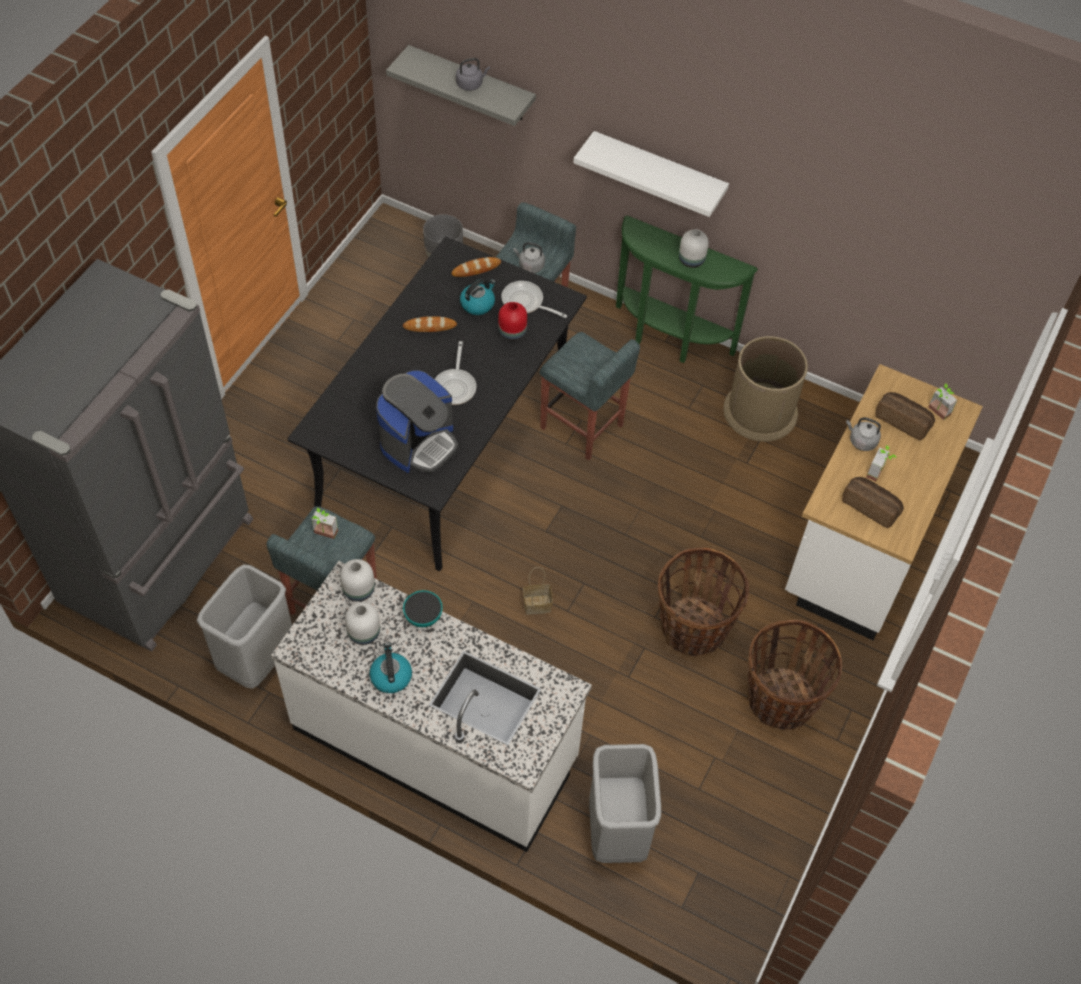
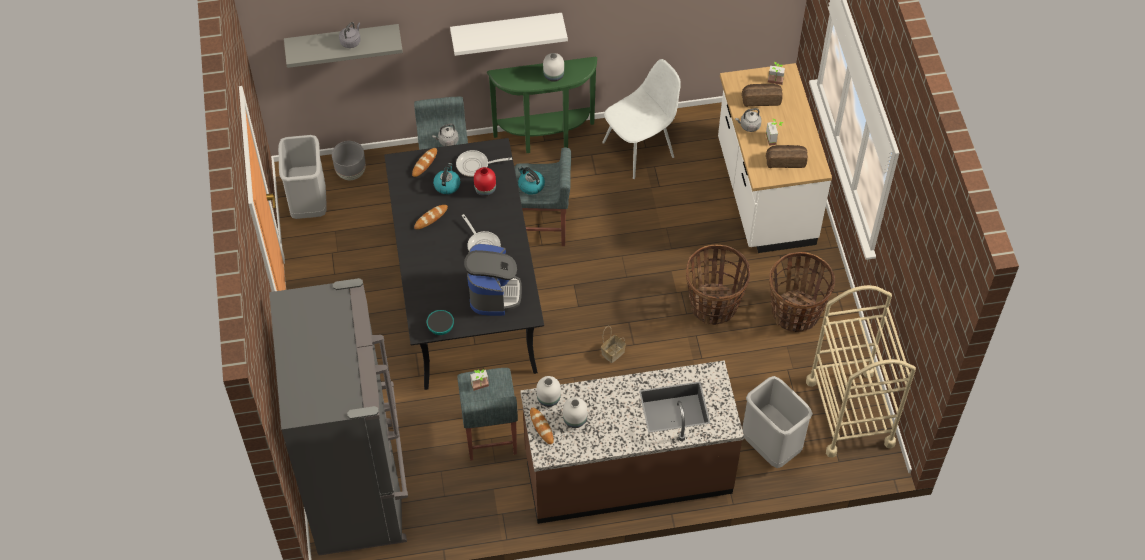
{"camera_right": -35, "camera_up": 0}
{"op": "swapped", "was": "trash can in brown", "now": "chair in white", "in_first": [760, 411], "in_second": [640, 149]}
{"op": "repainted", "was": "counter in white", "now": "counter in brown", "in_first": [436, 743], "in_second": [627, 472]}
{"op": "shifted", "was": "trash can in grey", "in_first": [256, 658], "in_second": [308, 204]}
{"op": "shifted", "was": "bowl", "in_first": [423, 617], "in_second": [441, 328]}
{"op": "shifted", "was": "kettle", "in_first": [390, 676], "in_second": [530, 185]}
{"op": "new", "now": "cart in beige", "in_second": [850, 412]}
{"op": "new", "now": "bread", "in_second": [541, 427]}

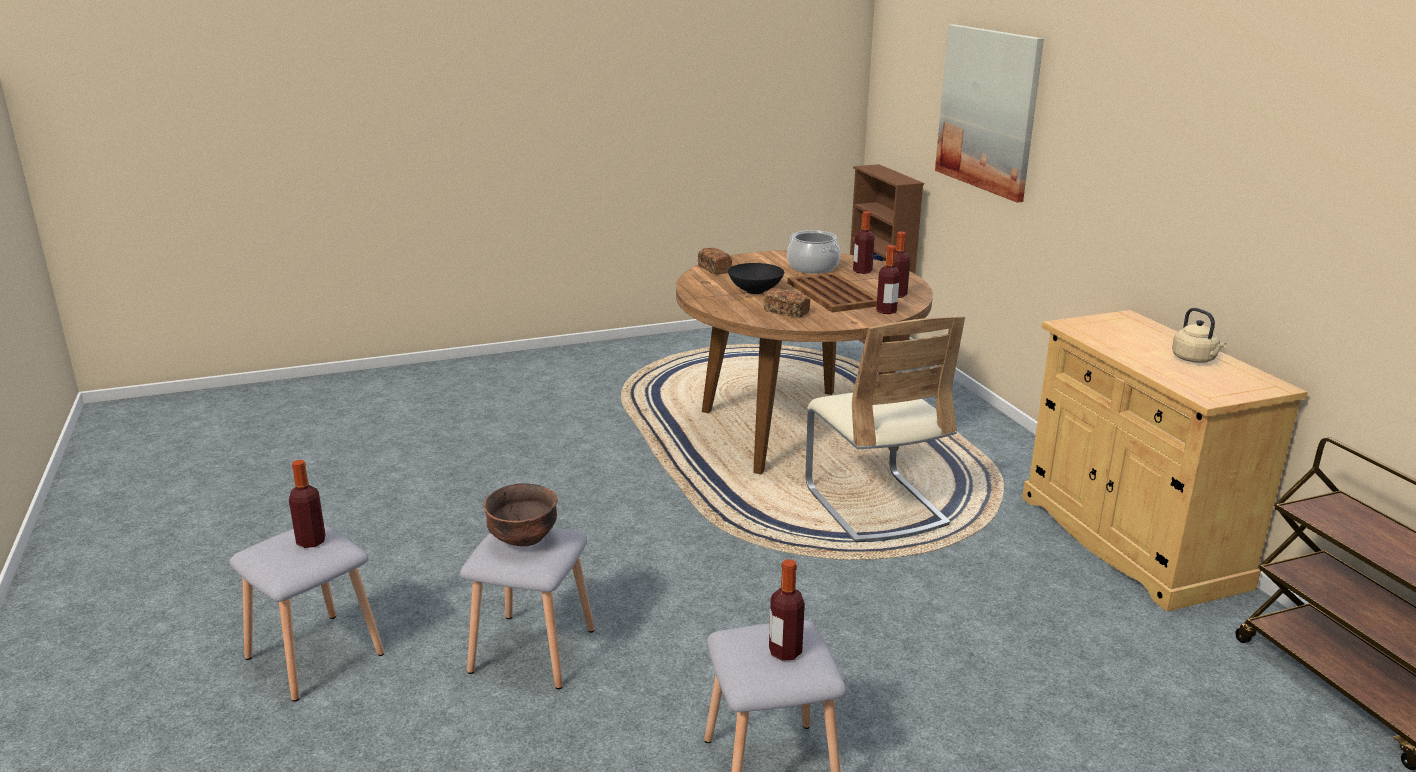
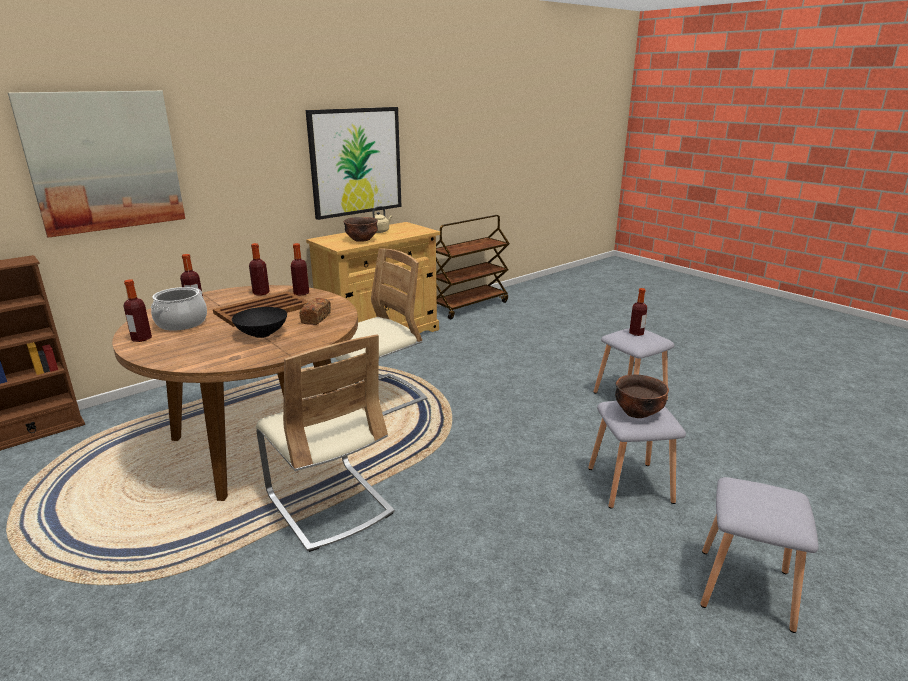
{"camera_right": -110, "camera_up": 0}
{"op": "gone", "was": "bread", "in_first": [714, 269]}
{"op": "shifted", "was": "bottle", "in_first": [311, 541], "in_second": [141, 338]}
{"op": "new", "now": "picture", "in_second": [356, 162]}
{"op": "new", "now": "bowl in brown", "in_second": [362, 240]}
{"op": "new", "now": "chair in beige", "in_second": [329, 504]}

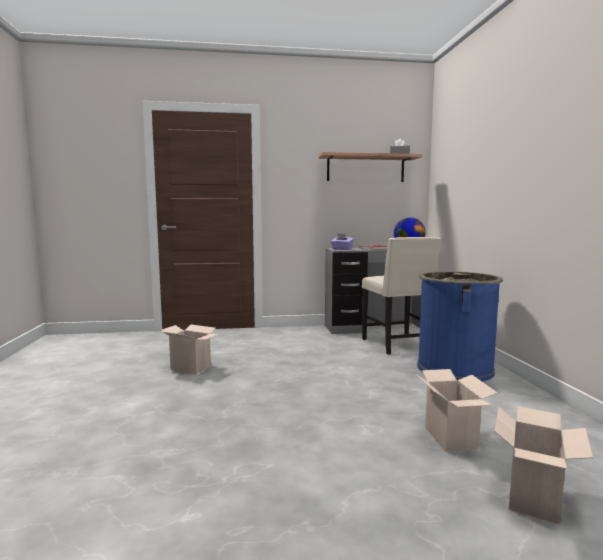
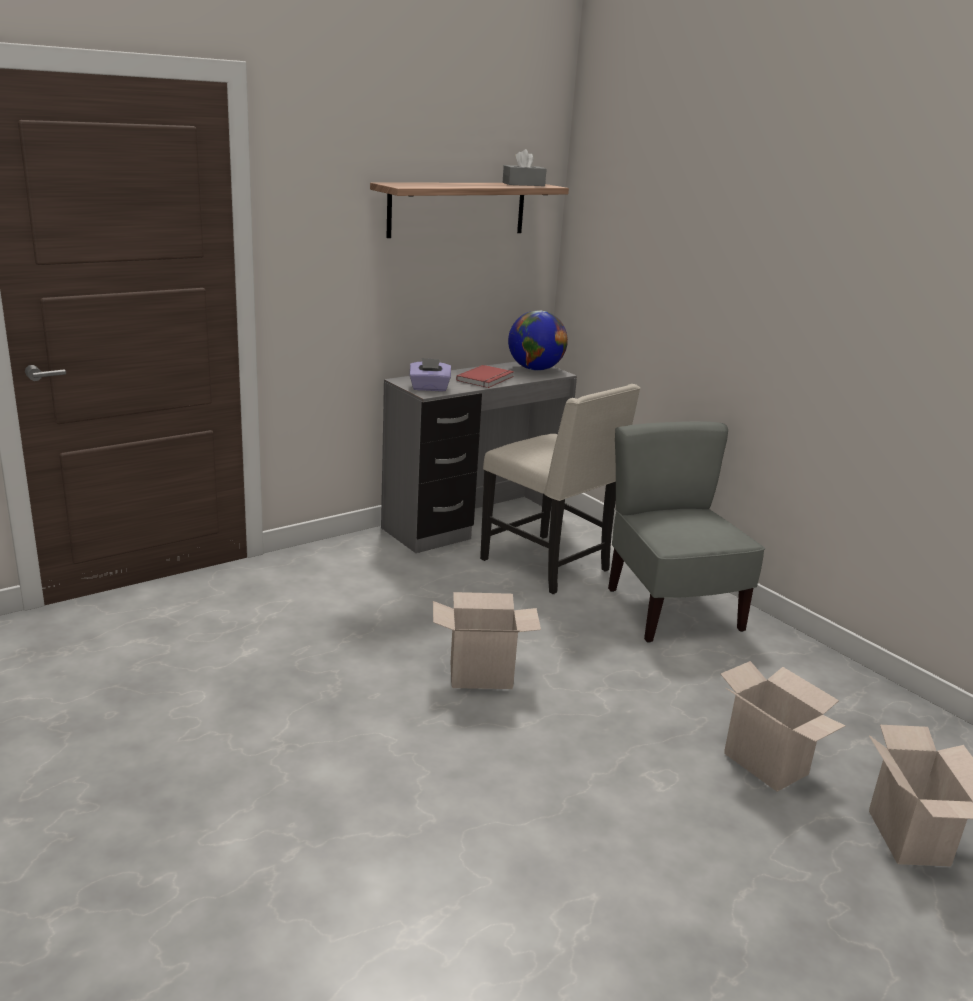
{"camera_right": -30, "camera_up": 15}
{"op": "swapped", "was": "trash can in blue", "now": "chair in grey", "in_first": [454, 368], "in_second": [671, 610]}
{"op": "shifted", "was": "cardboard box", "in_first": [192, 368], "in_second": [483, 675]}

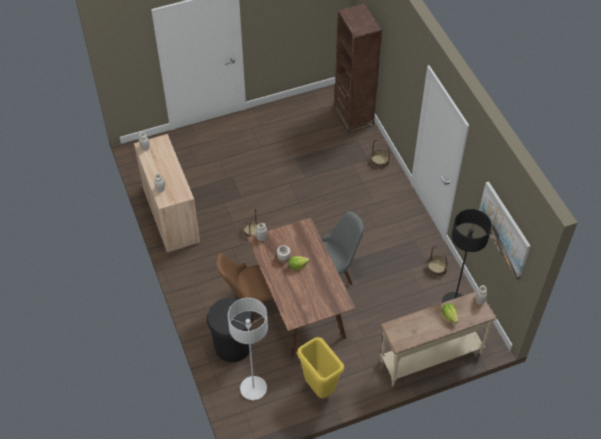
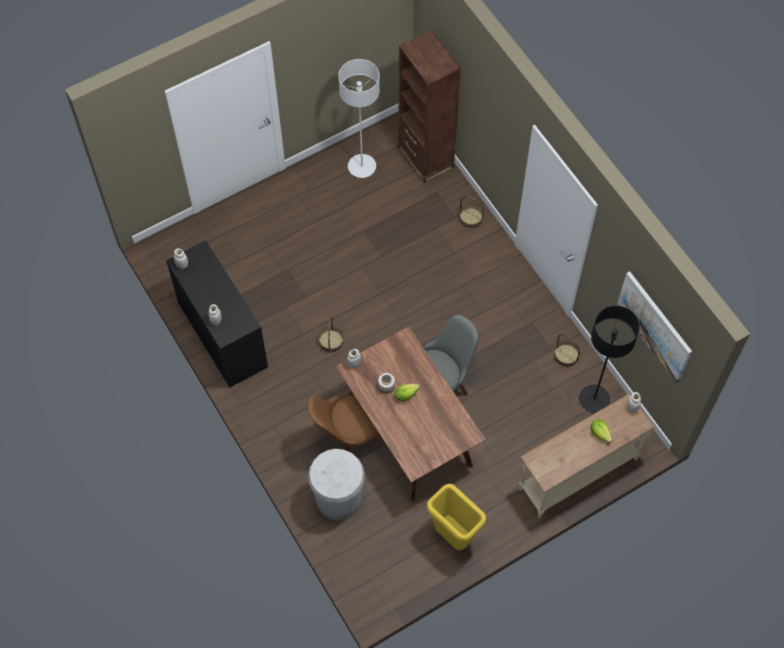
{"camera_right": -10, "camera_up": 10}
{"op": "repainted", "was": "cabinet in beige", "now": "cabinet in black", "in_first": [171, 215], "in_second": [223, 335]}
{"op": "repainted", "was": "trash can in black", "now": "trash can in white", "in_first": [232, 346], "in_second": [338, 499]}
{"op": "shifted", "was": "floor lamp in grey", "in_first": [253, 388], "in_second": [362, 166]}

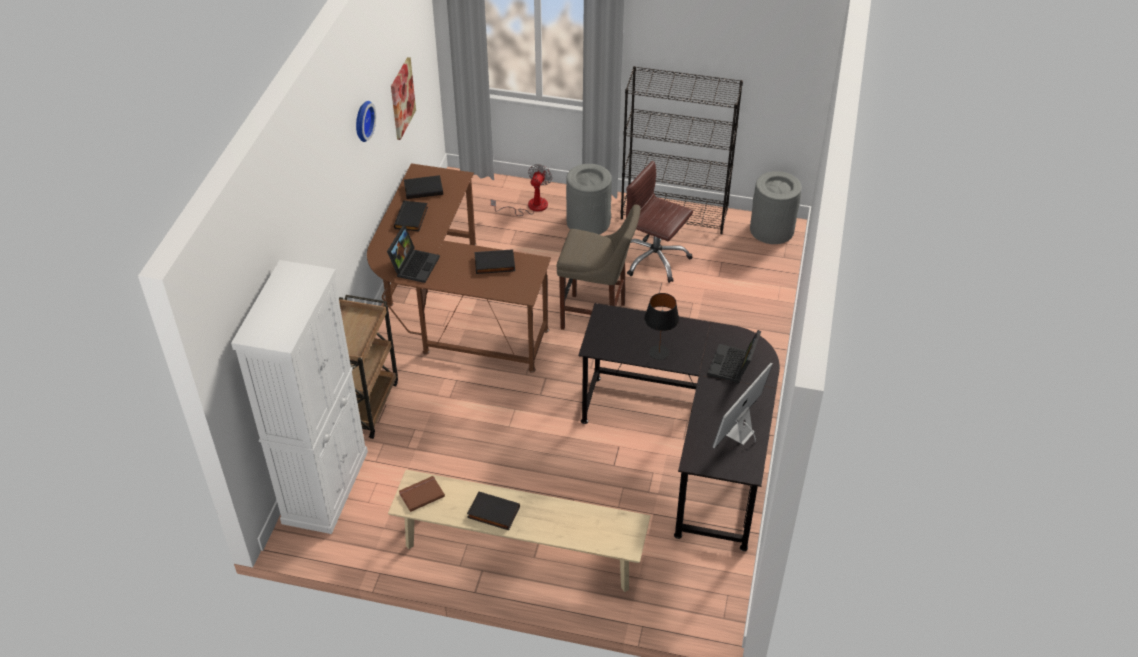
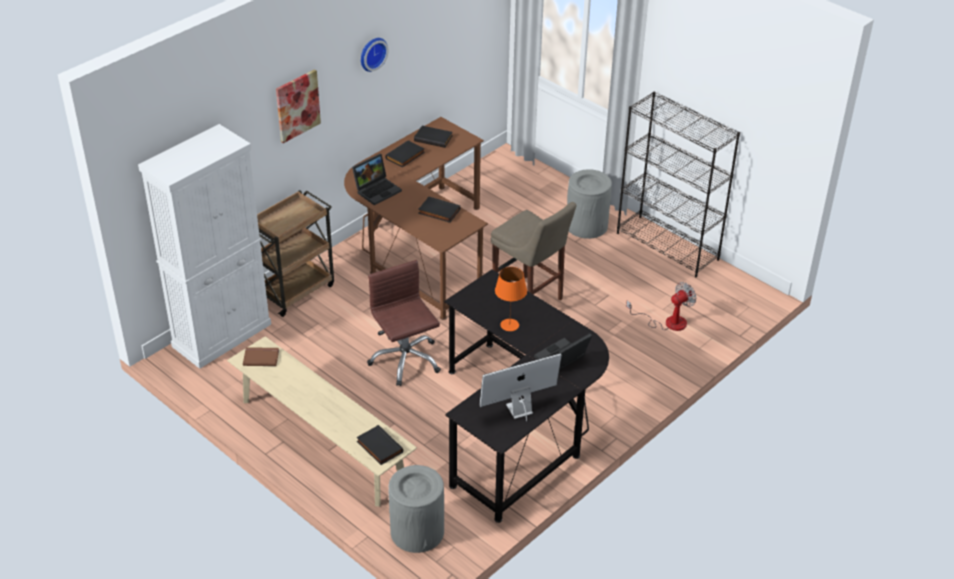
{"camera_right": 30, "camera_up": -5}
{"op": "shifted", "was": "picture", "in_first": [402, 98], "in_second": [297, 105]}
{"op": "shifted", "was": "office chair in brown", "in_first": [655, 259], "in_second": [405, 360]}
{"op": "shifted", "was": "fan", "in_first": [530, 206], "in_second": [667, 322]}
{"op": "shifted", "was": "trash can in grey", "in_first": [772, 229], "in_second": [417, 531]}
{"op": "repainted", "was": "table lamp in black", "now": "table lamp in orange", "in_first": [659, 352], "in_second": [510, 325]}
{"op": "shifted", "was": "book in black", "in_first": [492, 513], "in_second": [378, 447]}

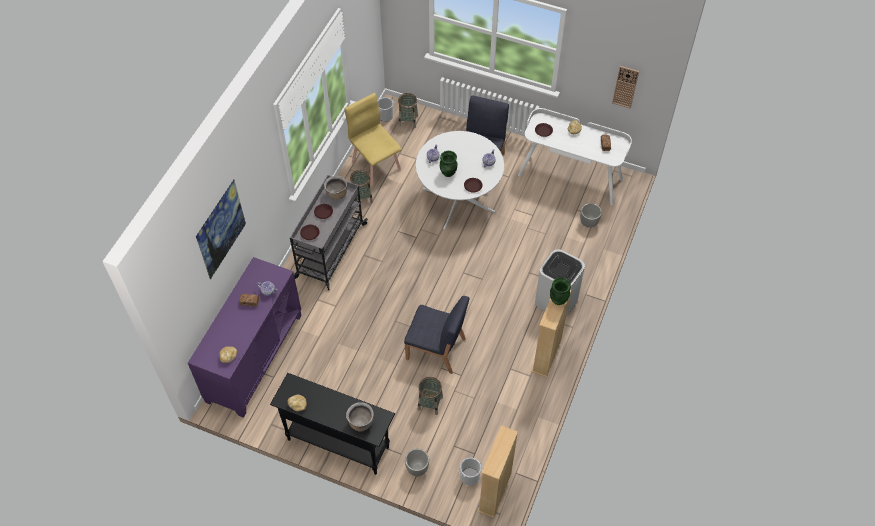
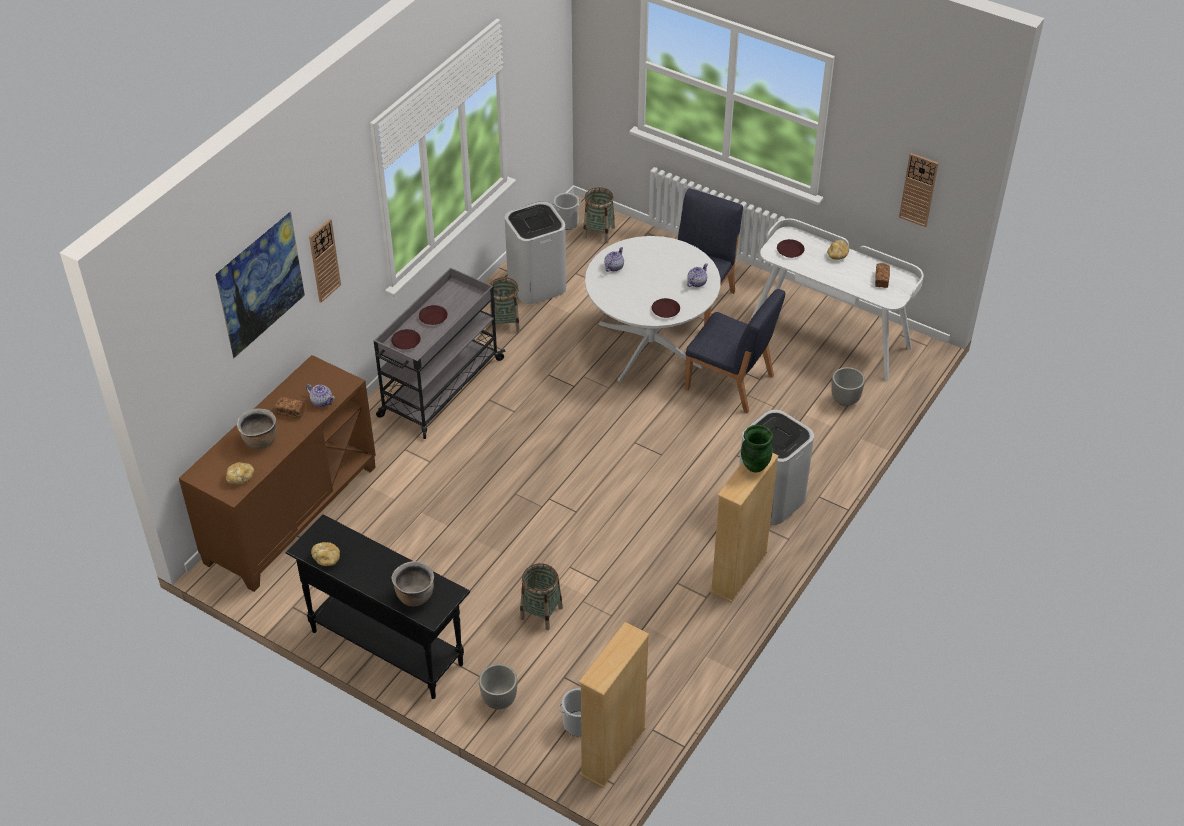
{"camera_right": 10, "camera_up": -10}
{"op": "swapped", "was": "chair in yellow", "now": "trash can in white", "in_first": [376, 165], "in_second": [537, 284]}
{"op": "gone", "was": "vase in green", "in_first": [448, 173]}
{"op": "shifted", "was": "cooking pot in brown", "in_first": [336, 194], "in_second": [260, 441]}
{"op": "repainted", "was": "cabinet in purple", "now": "cabinet in brown", "in_first": [254, 357], "in_second": [291, 514]}
{"op": "shifted", "was": "chair in blue", "in_first": [436, 349], "in_second": [730, 383]}
{"op": "new", "now": "wall clock", "in_second": [324, 260]}

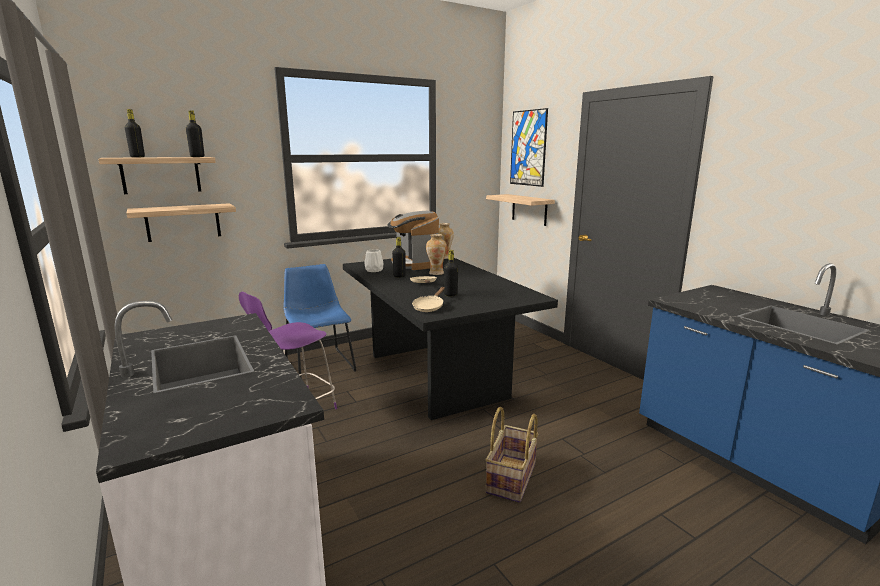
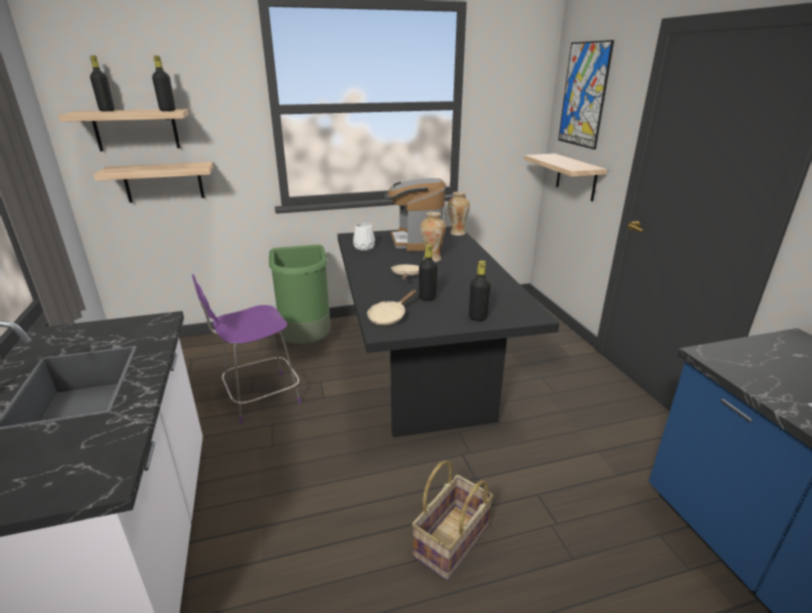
{"camera_right": 15, "camera_up": 10}
{"op": "shifted", "was": "bottle in black", "in_first": [399, 276], "in_second": [477, 318]}
{"op": "swapped", "was": "chair in blue", "now": "trash can in green", "in_first": [319, 364], "in_second": [307, 341]}

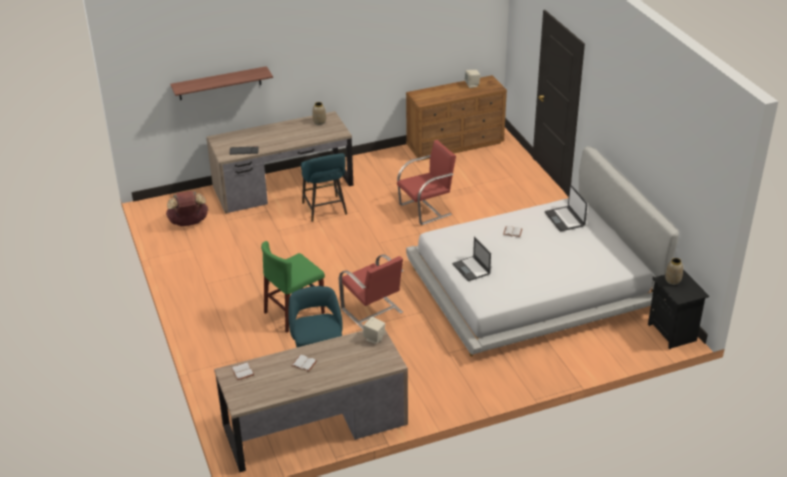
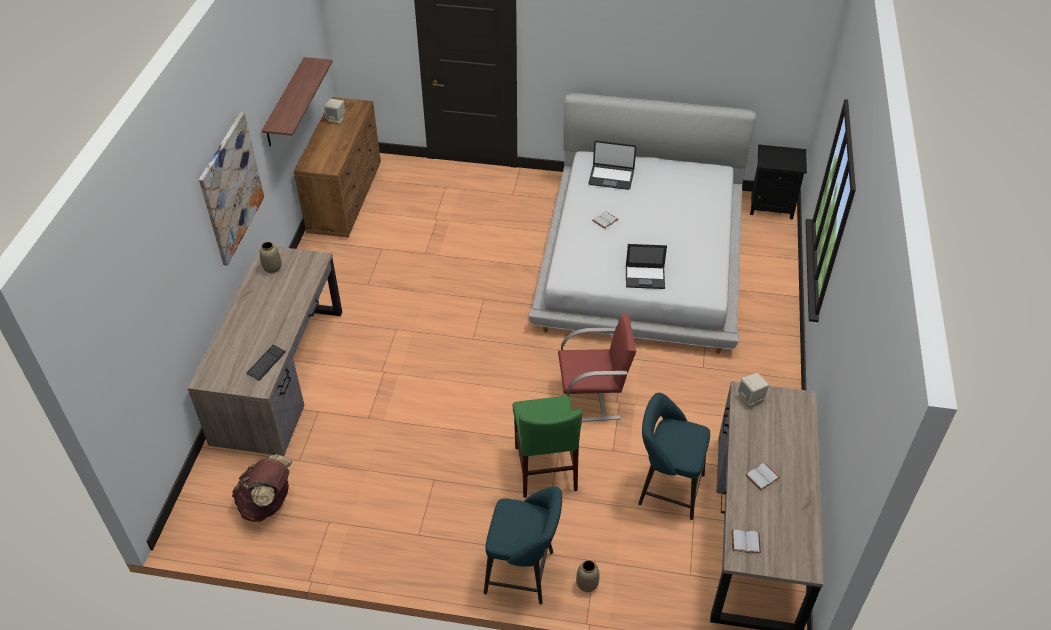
{"camera_right": -60, "camera_up": 10}
{"op": "shifted", "was": "shelf", "in_first": [220, 83], "in_second": [285, 103]}
{"op": "gone", "was": "chair in red", "in_first": [426, 209]}
{"op": "shifted", "was": "stool in turquoise", "in_first": [325, 210], "in_second": [523, 573]}
{"op": "shifted", "was": "vase", "in_first": [672, 281], "in_second": [587, 584]}
{"op": "new", "now": "picture", "in_second": [231, 188]}

